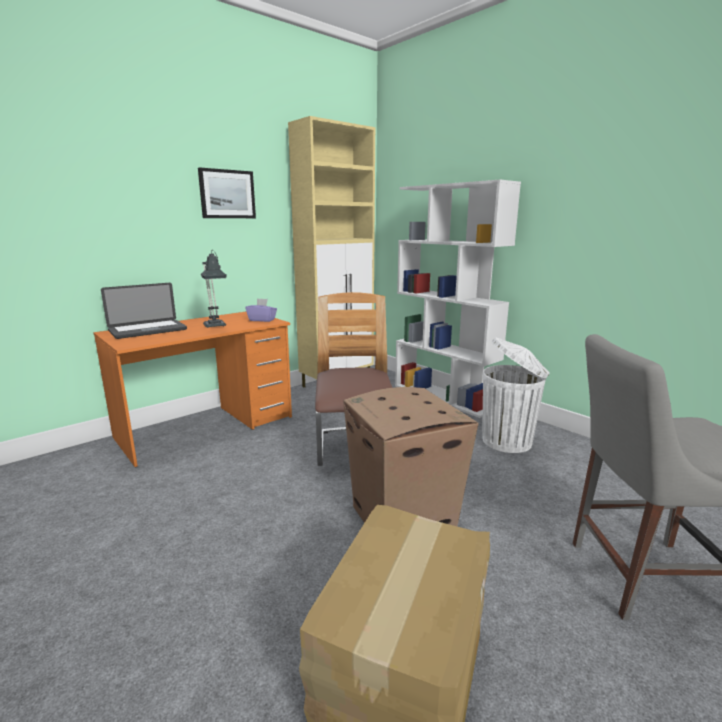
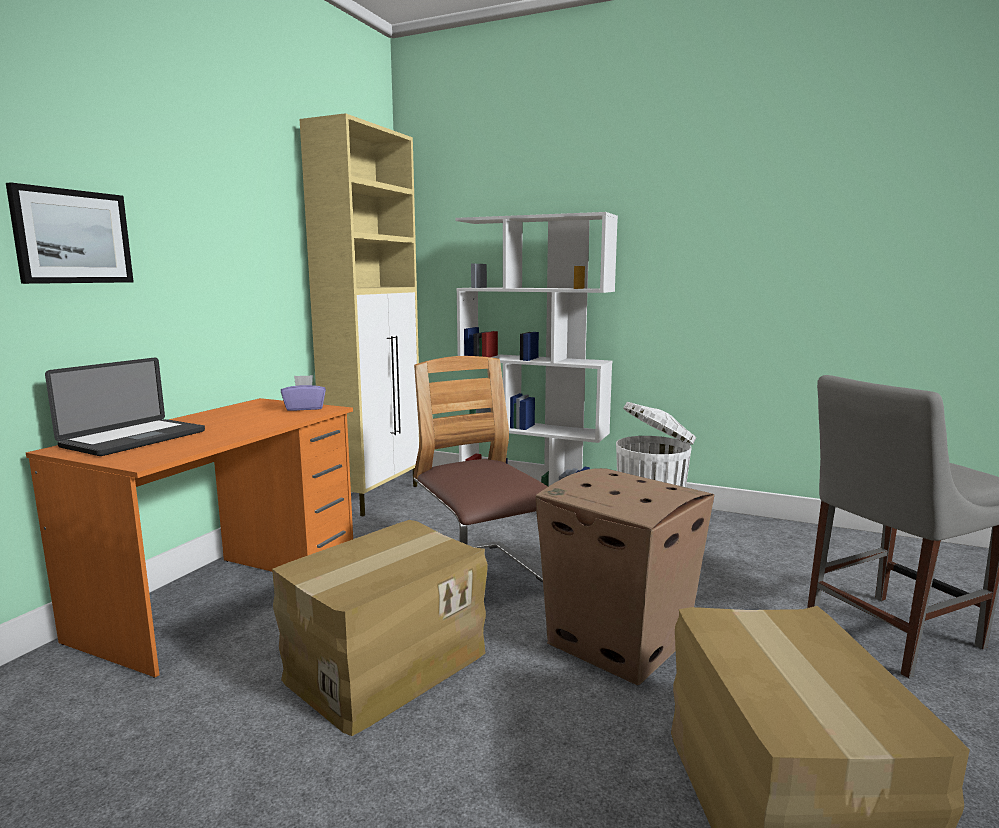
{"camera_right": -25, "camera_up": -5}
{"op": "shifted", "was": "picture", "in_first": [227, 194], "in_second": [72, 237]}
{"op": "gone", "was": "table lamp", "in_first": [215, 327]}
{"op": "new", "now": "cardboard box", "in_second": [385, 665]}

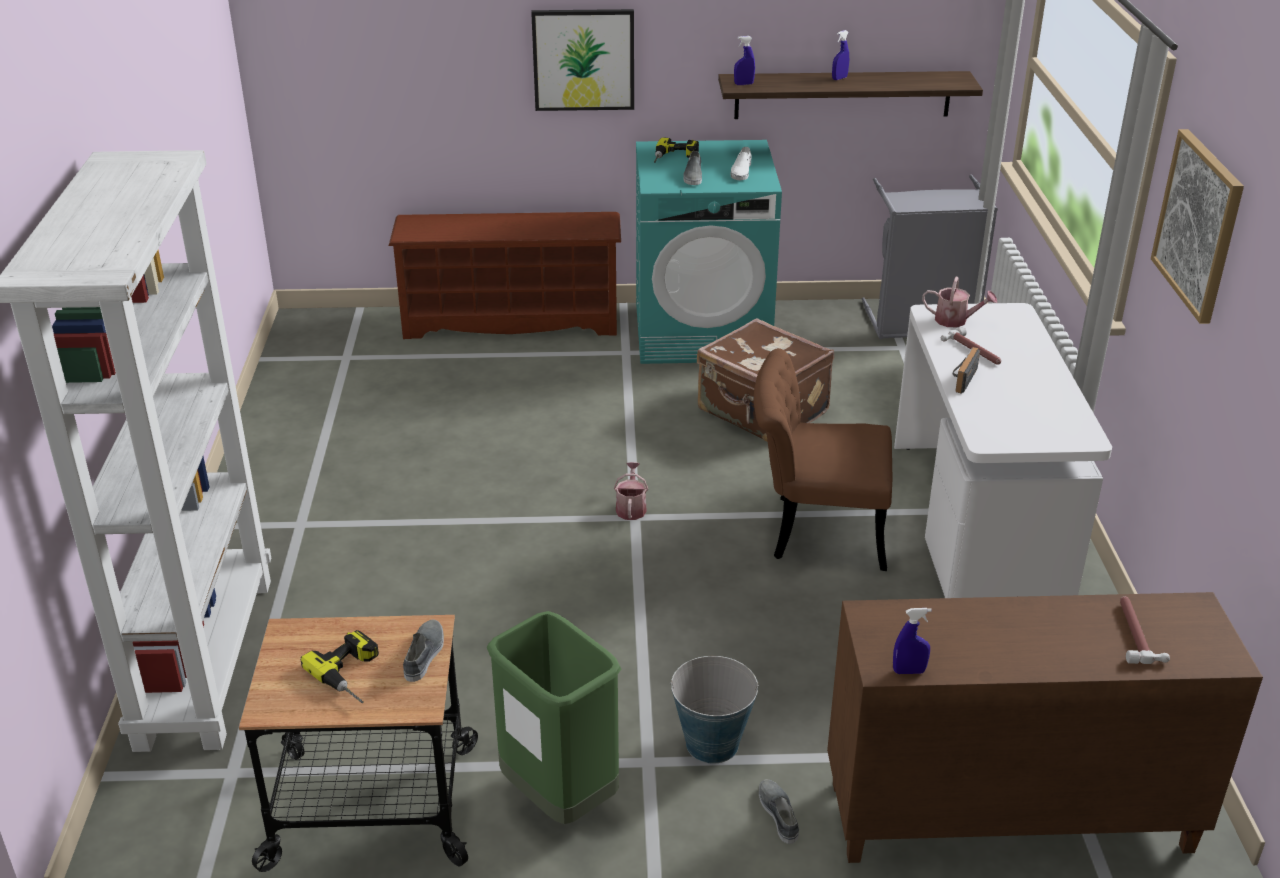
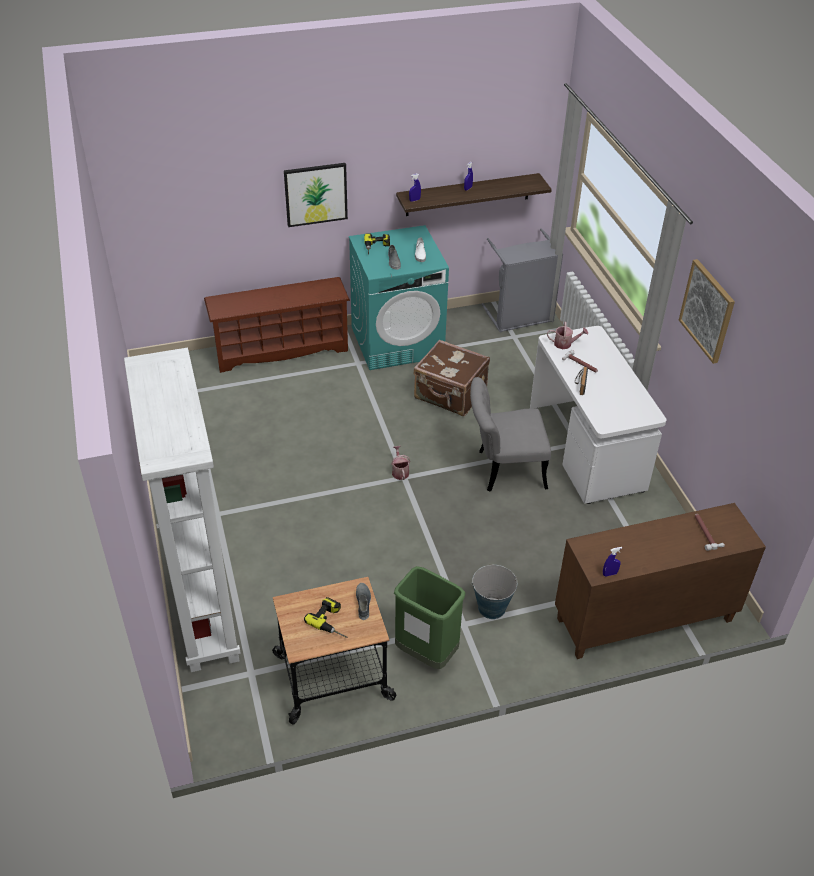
{"camera_right": -15, "camera_up": 10}
{"op": "repainted", "was": "chair in brown", "now": "chair in grey", "in_first": [815, 531], "in_second": [503, 470]}
{"op": "gone", "was": "shoe in grey", "in_first": [779, 814]}

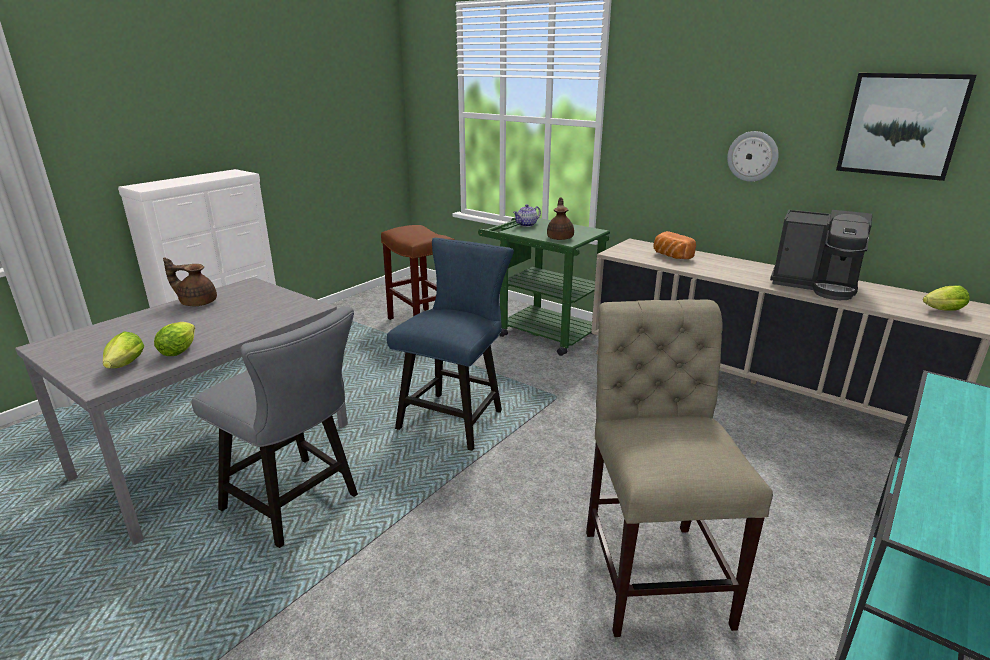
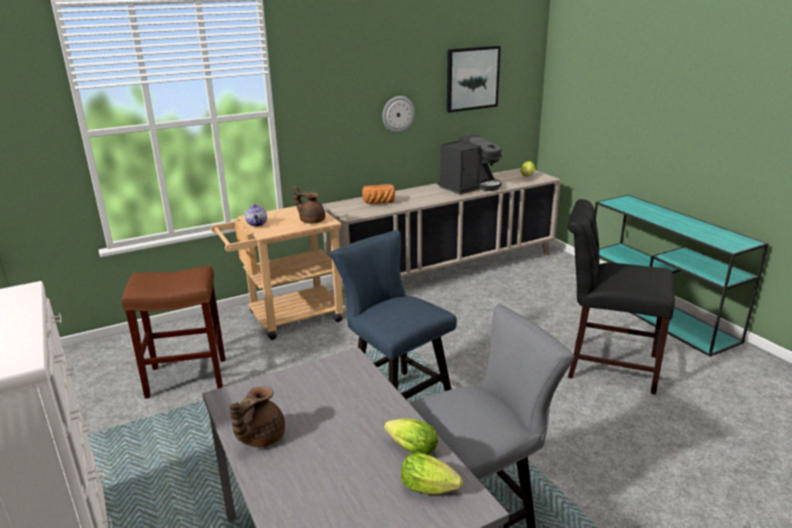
{"camera_right": -65, "camera_up": 0}
{"op": "repainted", "was": "cart in green", "now": "cart in beige", "in_first": [540, 332], "in_second": [287, 318]}
{"op": "repainted", "was": "chair in beige", "now": "chair in black", "in_first": [652, 568], "in_second": [606, 365]}

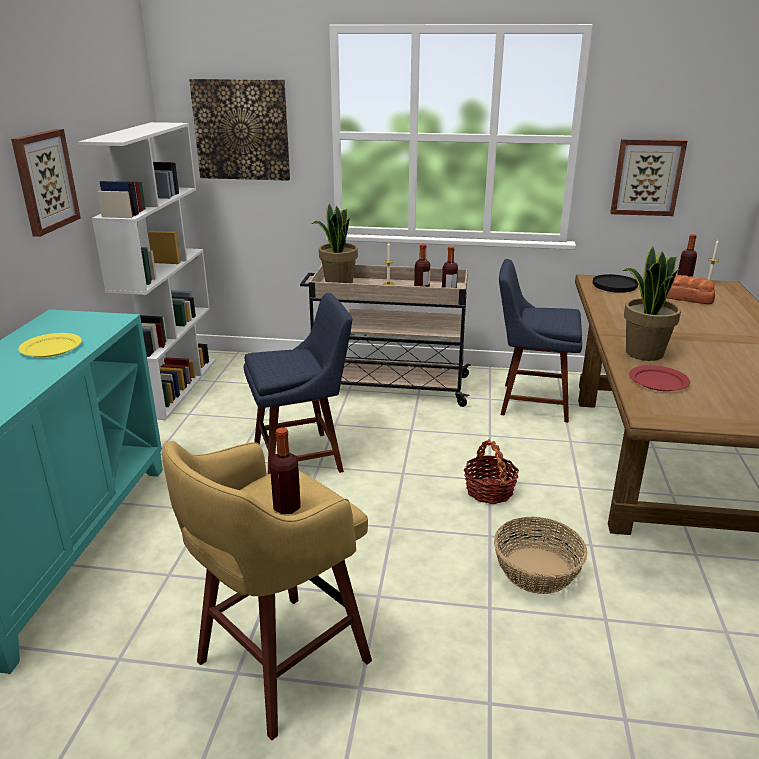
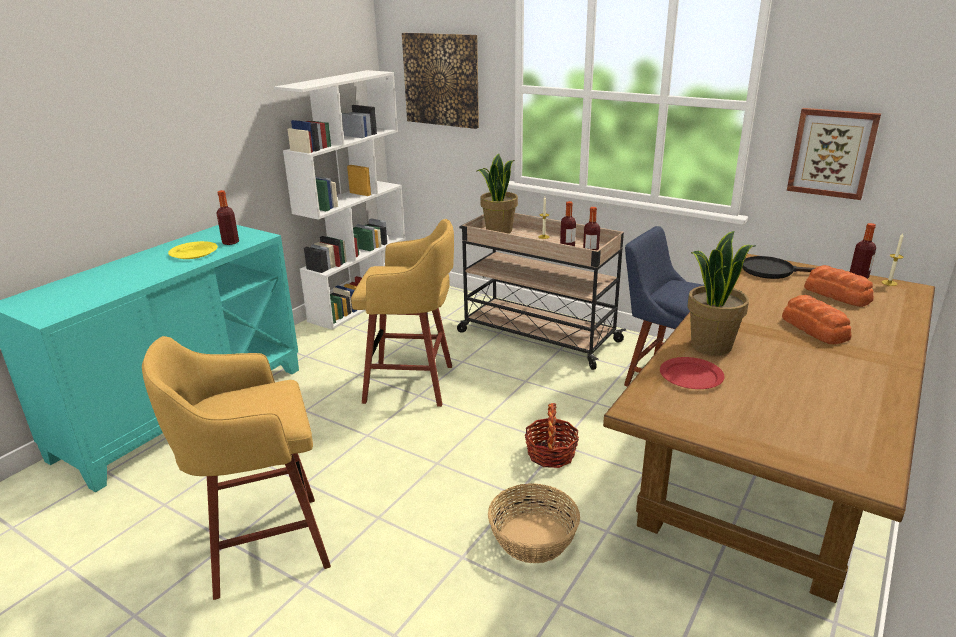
{"camera_right": 25, "camera_up": 0}
{"op": "gone", "was": "picture", "in_first": [45, 181]}
{"op": "swapped", "was": "chair in blue", "now": "stool in yellow", "in_first": [303, 457], "in_second": [412, 384]}
{"op": "shifted", "was": "bottle", "in_first": [287, 507], "in_second": [230, 242]}
{"op": "new", "now": "bread", "in_second": [815, 329]}

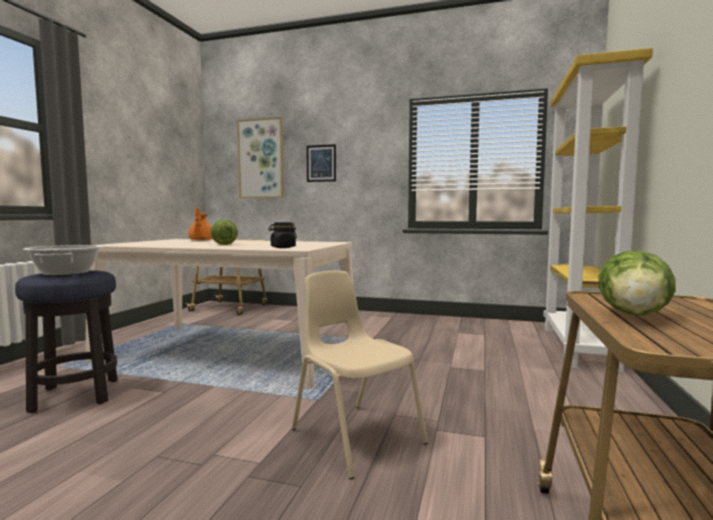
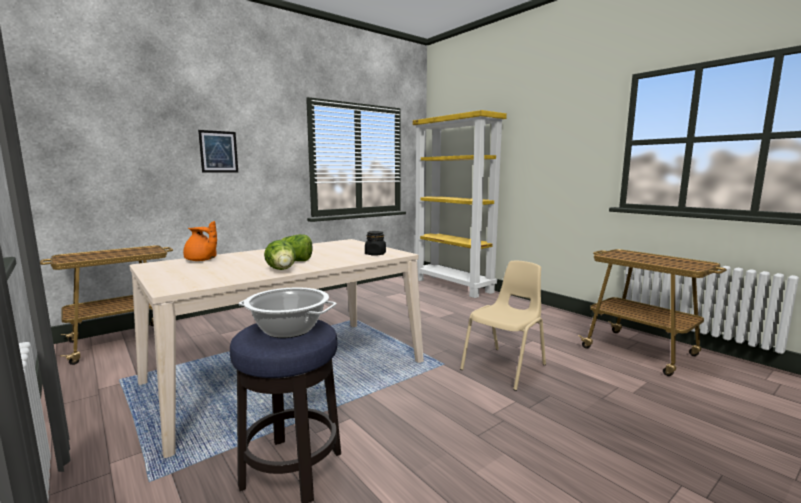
{"camera_right": -55, "camera_up": 5}
{"op": "gone", "was": "picture", "in_first": [261, 158]}
{"op": "shifted", "was": "lettuce", "in_first": [635, 316], "in_second": [282, 270]}
{"op": "rotated", "was": "chair in beige", "in_first": [355, 435], "in_second": [505, 367], "clockwise": 135}

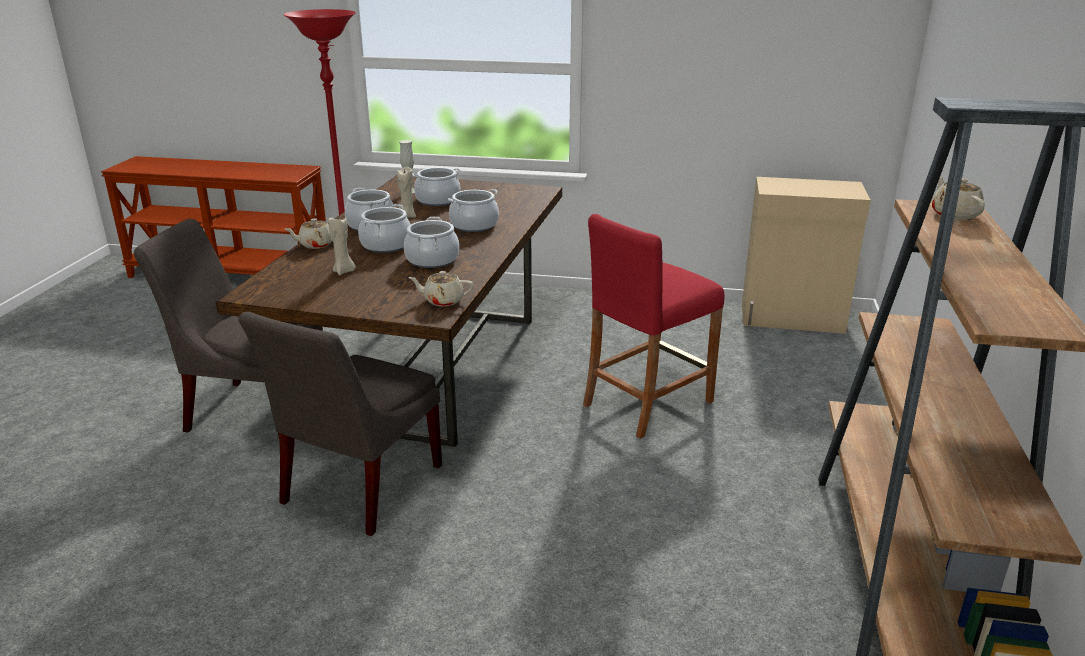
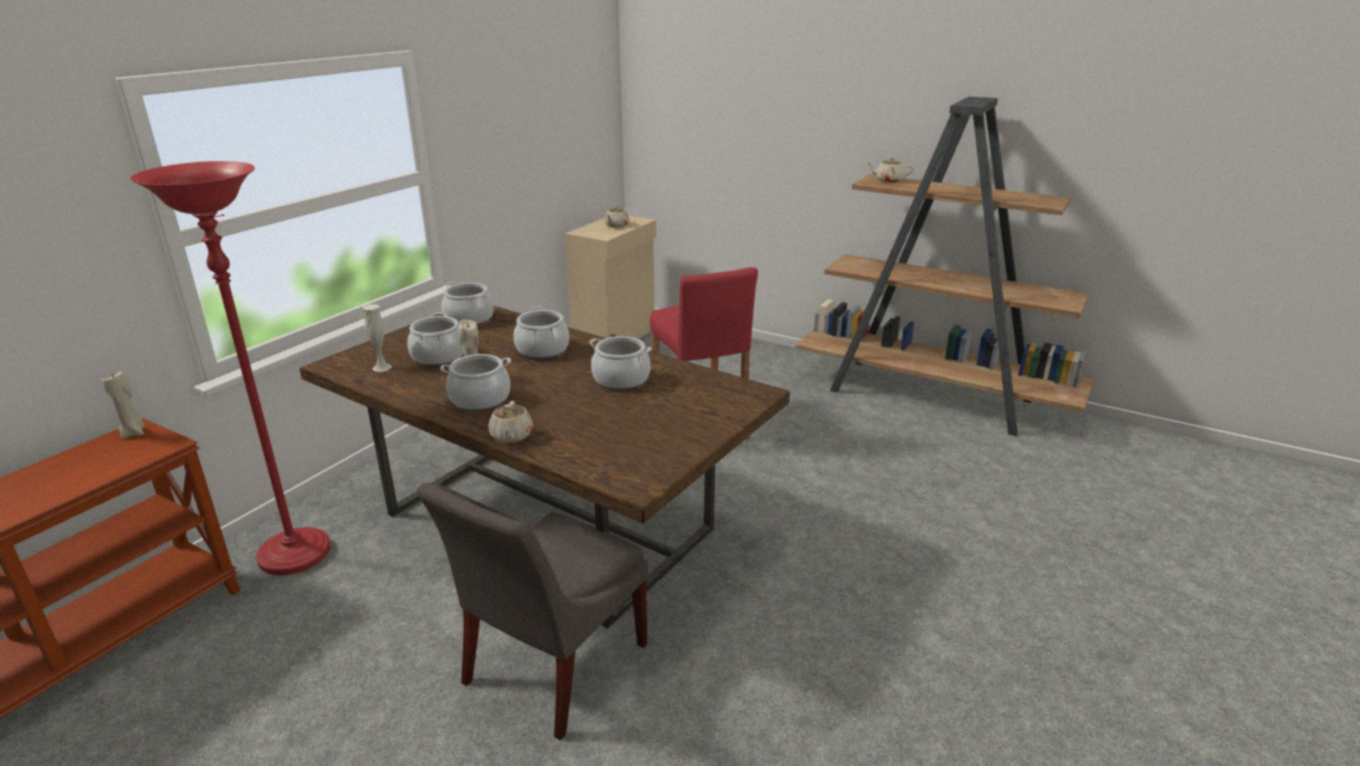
{"camera_right": -70, "camera_up": 0}
{"op": "shifted", "was": "cooking pot", "in_first": [386, 245], "in_second": [469, 319]}
{"op": "shifted", "was": "candle in beige", "in_first": [344, 272], "in_second": [134, 433]}
{"op": "shifted", "was": "teapot in beige", "in_first": [443, 300], "in_second": [616, 225]}
{"op": "gone", "was": "chair in grey", "in_first": [357, 487]}

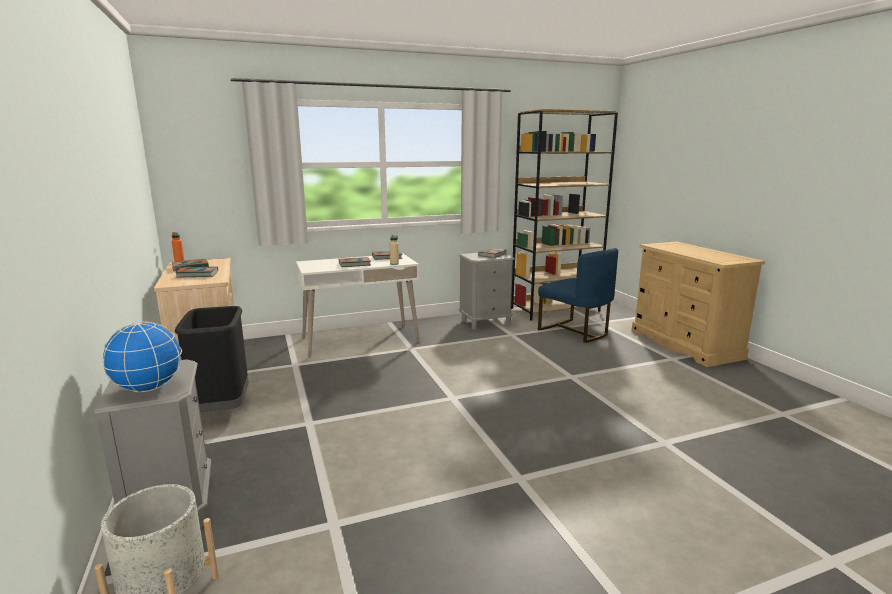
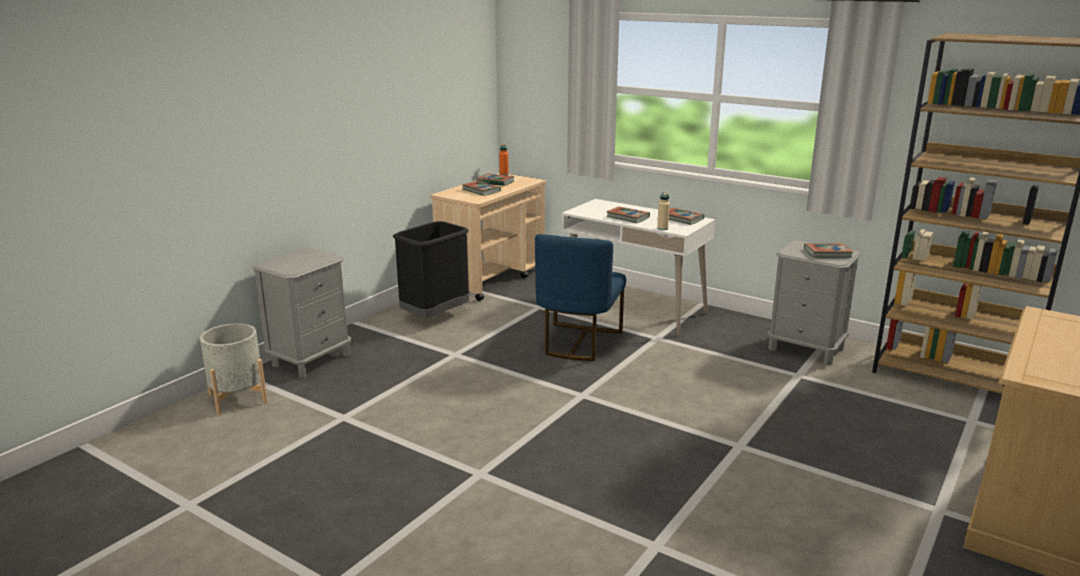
{"camera_right": 55, "camera_up": 5}
{"op": "shifted", "was": "chair in blue", "in_first": [575, 331], "in_second": [578, 342]}
{"op": "gone", "was": "globe", "in_first": [148, 388]}

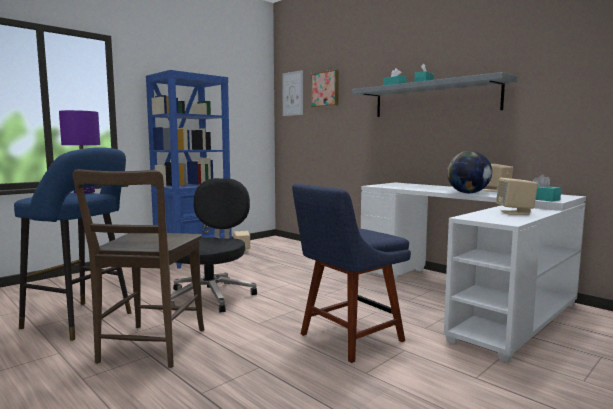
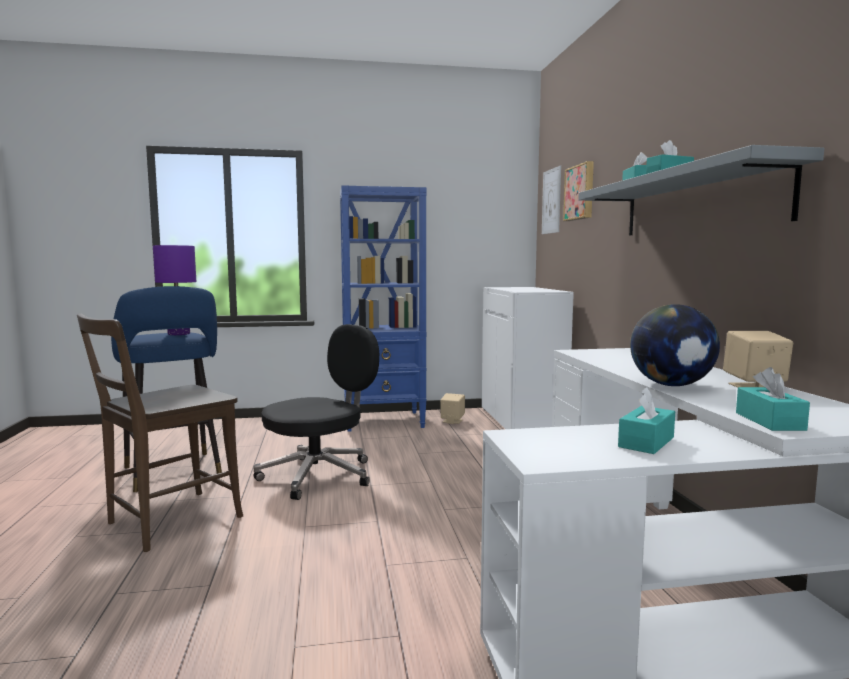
{"camera_right": 35, "camera_up": 0}
{"op": "swapped", "was": "speaker in beige", "now": "tissue box in turquoise", "in_first": [515, 213], "in_second": [646, 442]}
{"op": "gone", "was": "chair in blue", "in_first": [347, 339]}
{"op": "new", "now": "cabinet in white", "in_second": [523, 421]}

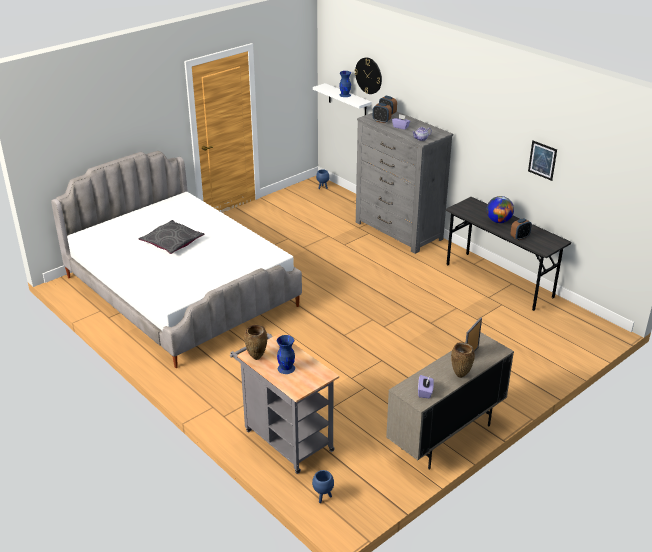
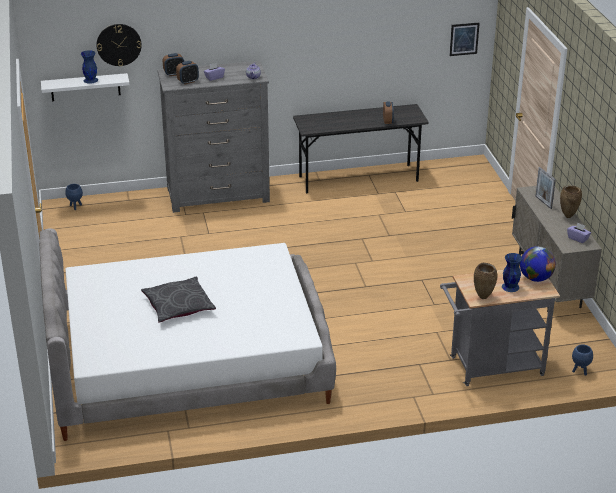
{"camera_right": -60, "camera_up": 0}
{"op": "shifted", "was": "picture", "in_first": [542, 160], "in_second": [464, 39]}
{"op": "shifted", "was": "globe", "in_first": [498, 221], "in_second": [535, 278]}

